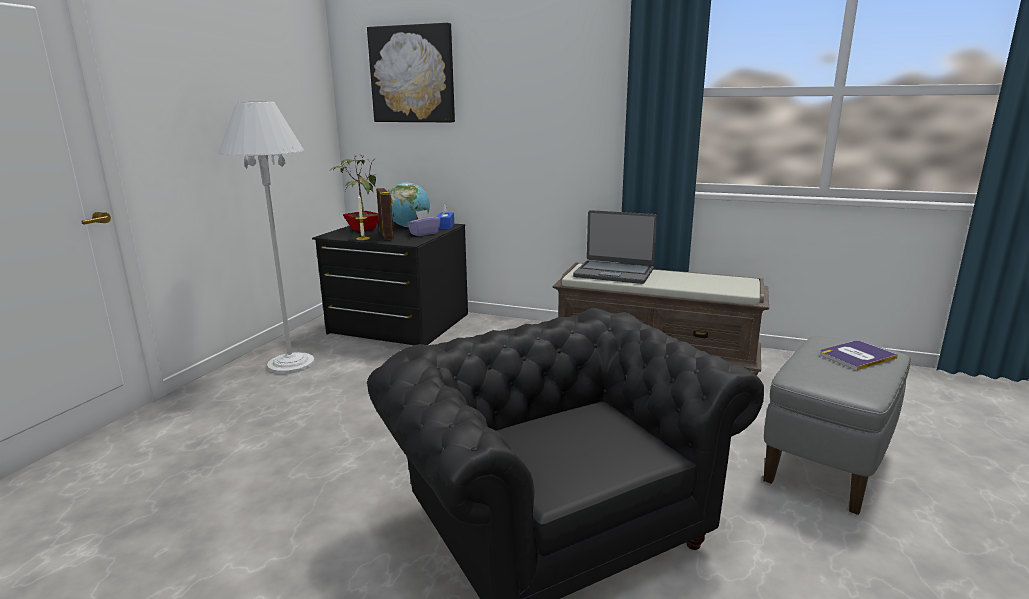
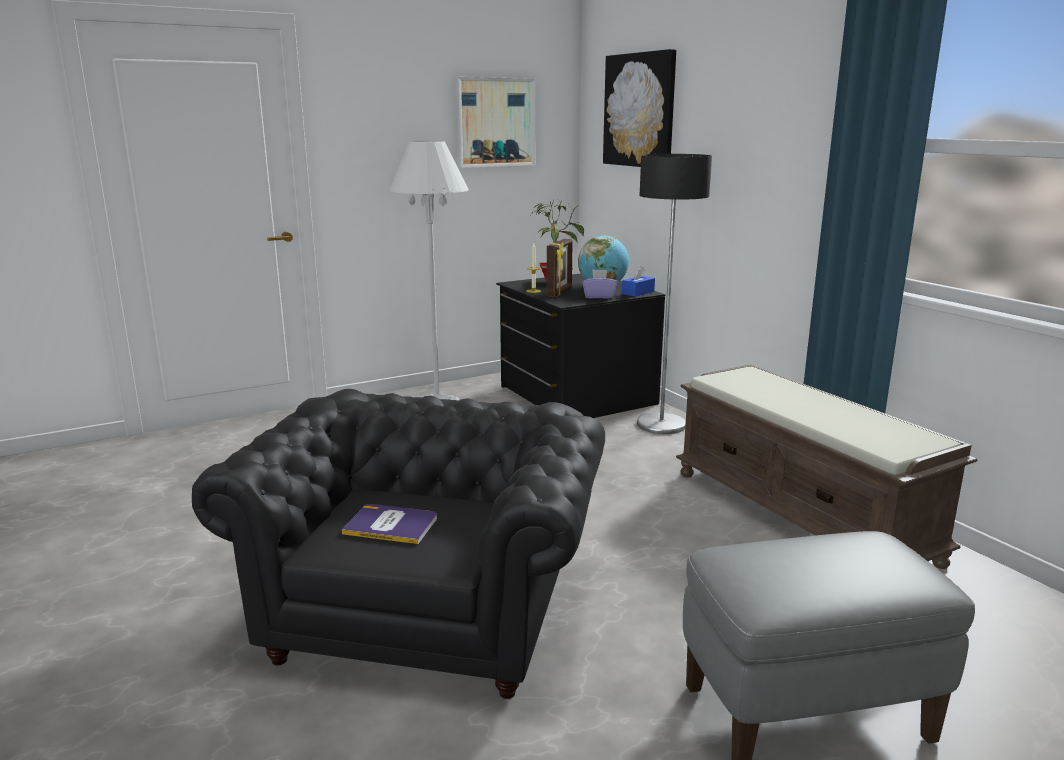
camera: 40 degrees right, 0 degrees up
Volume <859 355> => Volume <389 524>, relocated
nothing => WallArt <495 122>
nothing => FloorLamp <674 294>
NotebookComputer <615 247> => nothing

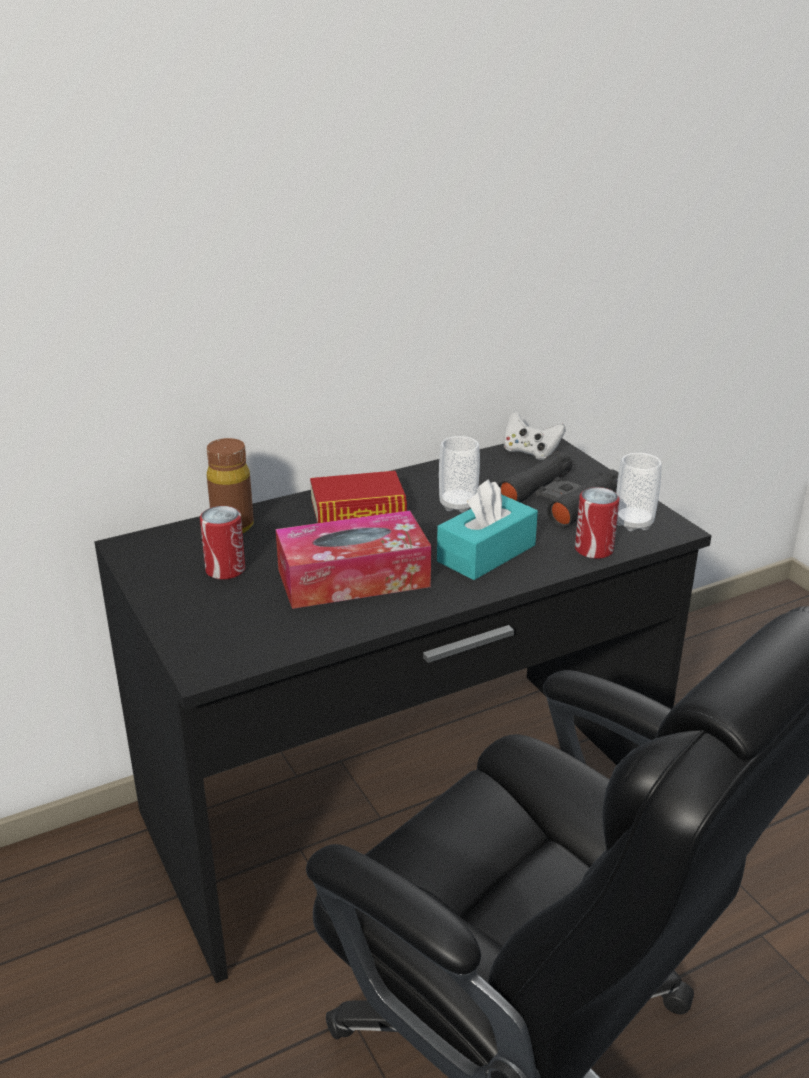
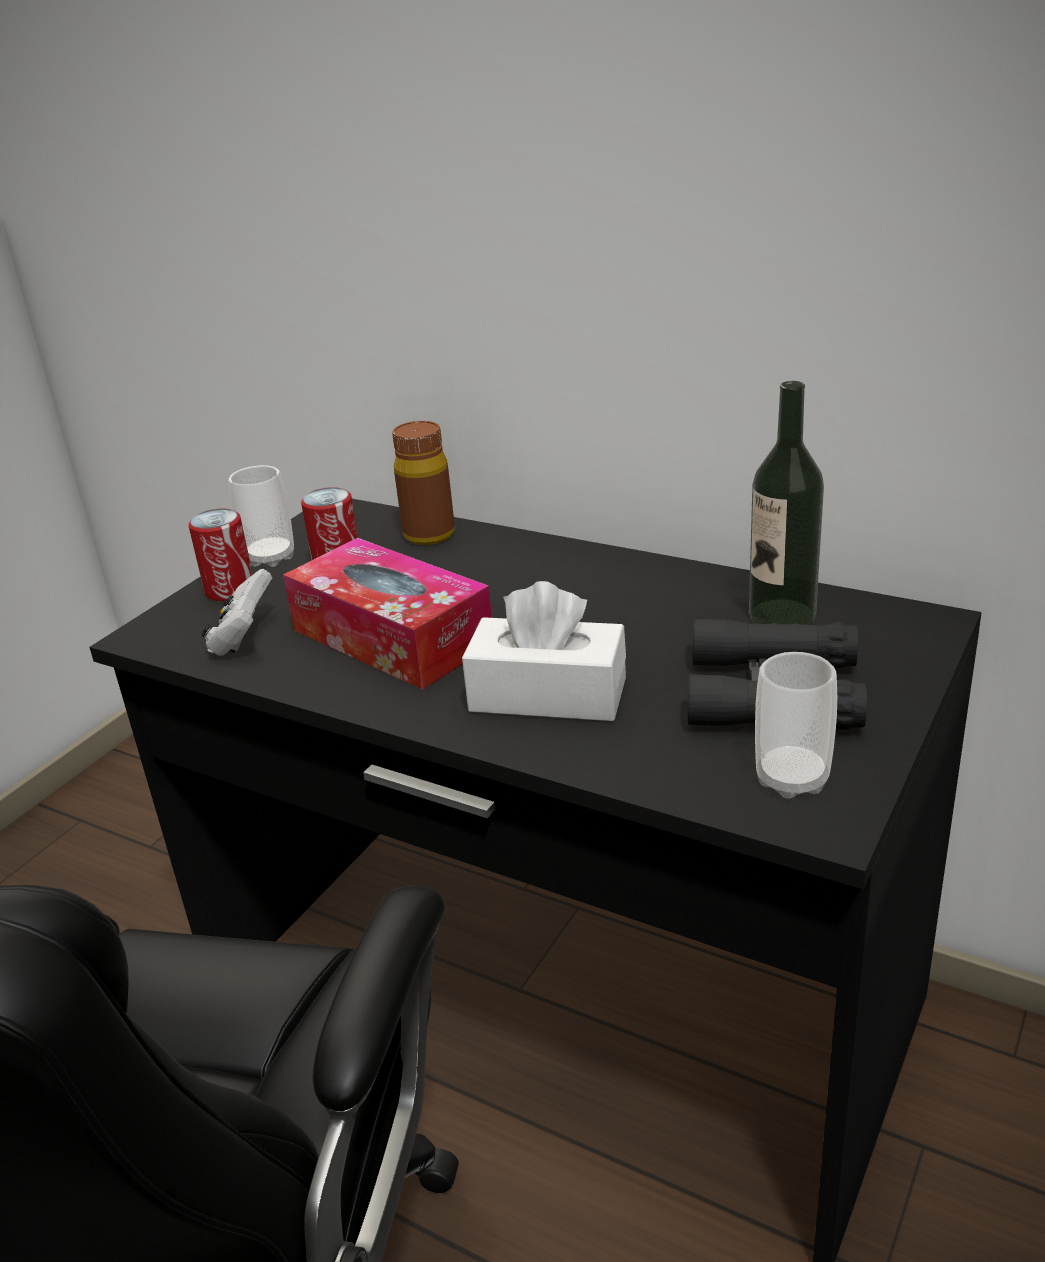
camera: 60 degrees right, 0 degrees up
SealedCan <597 523> => SealedCan <220 555>, relocated
WhiteGamepad <535 436> => WhiteGamepad <237 612>, relocated
SmallCup <459 474> => SmallCup <261 516>, relocated
BlueGreenTissueBox <487 529> => WhiteTissueBox <544 651>
nothing => Bottle <786 503>
Volume <358 497> => nothing

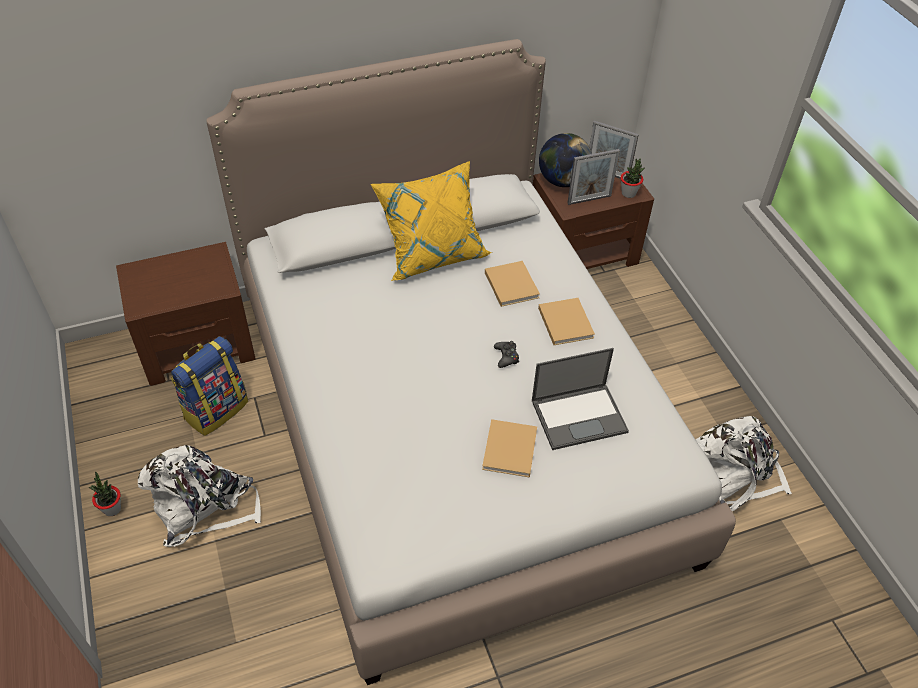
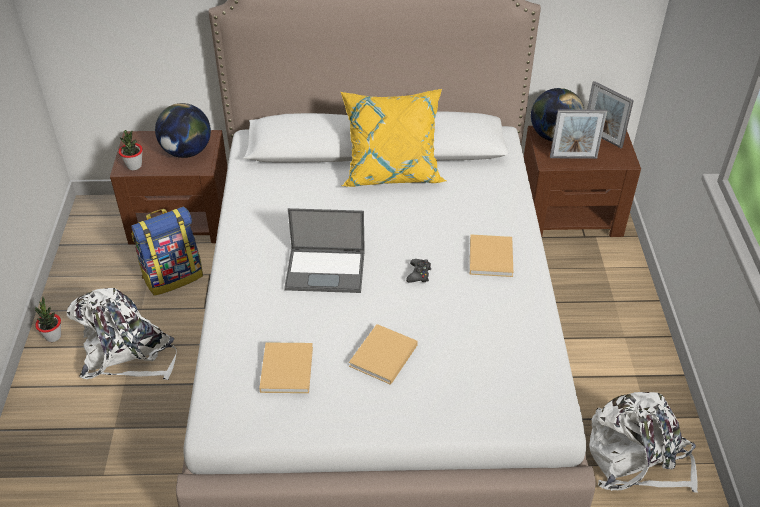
camera: 20 degrees right, 5 degrees down
PottedPlant <632 178> => PottedPlant <131 150>, relocated
nothing => DeskGlobe <183 130>
BeigeVolume <512 284> => BeigeVolume <286 368>, relocated
NotebookComputer <580 399> => NotebookComputer <324 250>, relocated

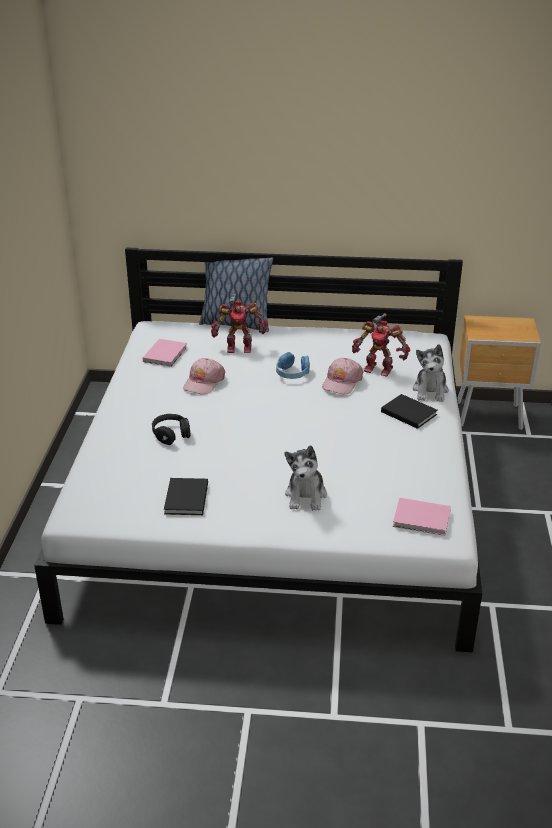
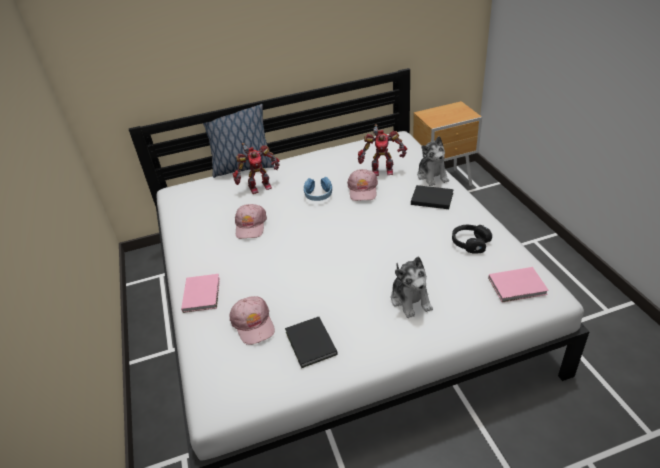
camera: 20 degrees left, 5 degrees up
PinkVolume <165 353> => PinkVolume <200 293>, relocated
nothing => PinkCap <252 320>
BlackColouredPairOfHeadphones <171 429> => BlackColouredPairOfHeadphones <472 239>, relocated

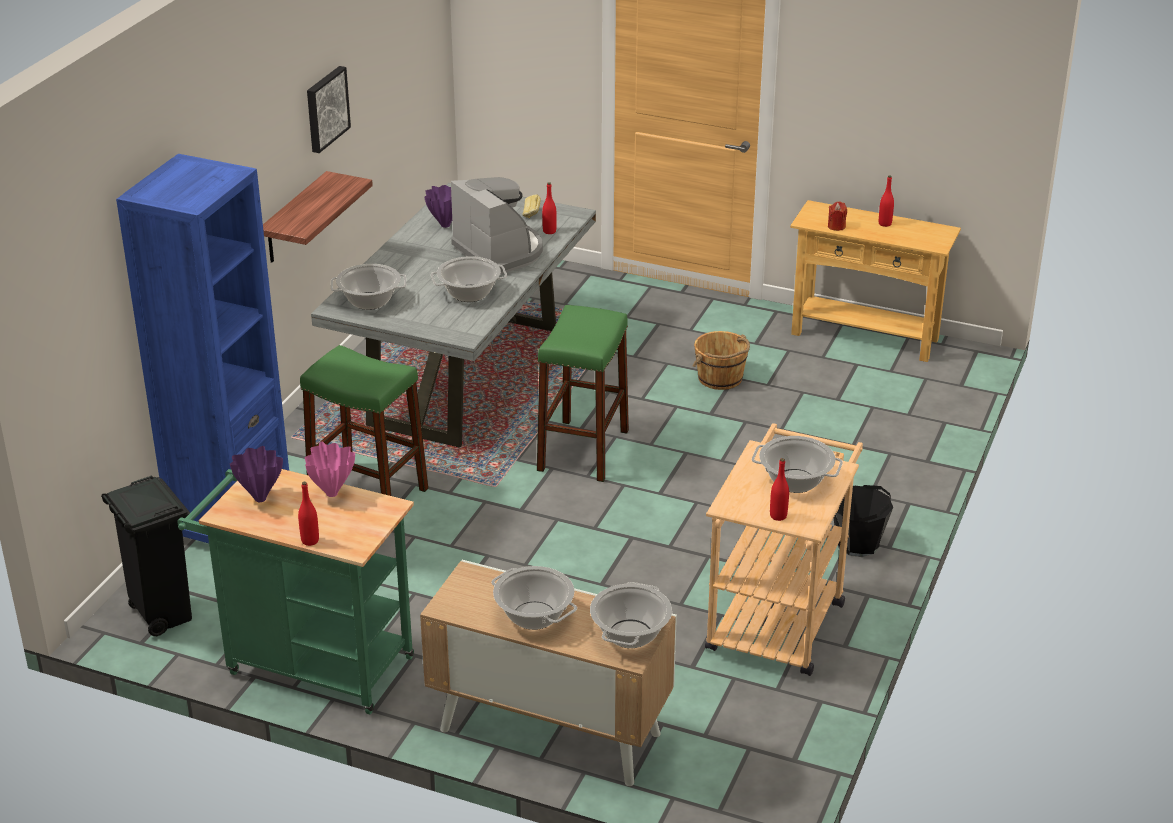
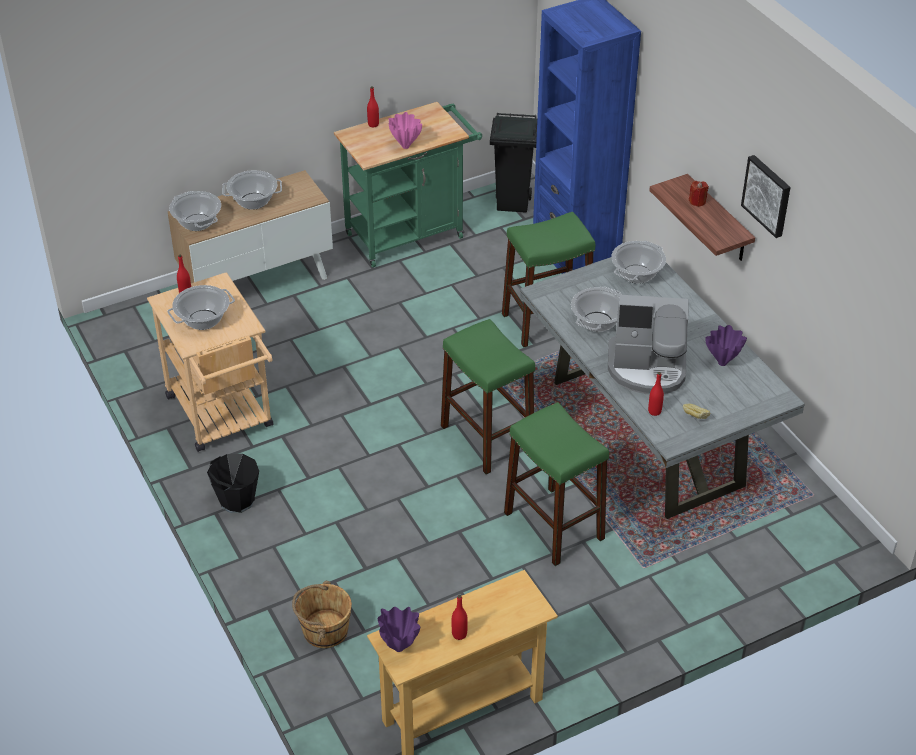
camera: 130 degrees right, 10 degrees up
BrownColouredPail <721 360> => BrownColouredPail <322 614>, relocated
PurpleColouredVase <256 474> => PurpleColouredVase <398 629>, relocated
nothing => GreenColouredSittingStool <556 484>
RedColouredCandle <837 216> => RedColouredCandle <699 194>, relocated

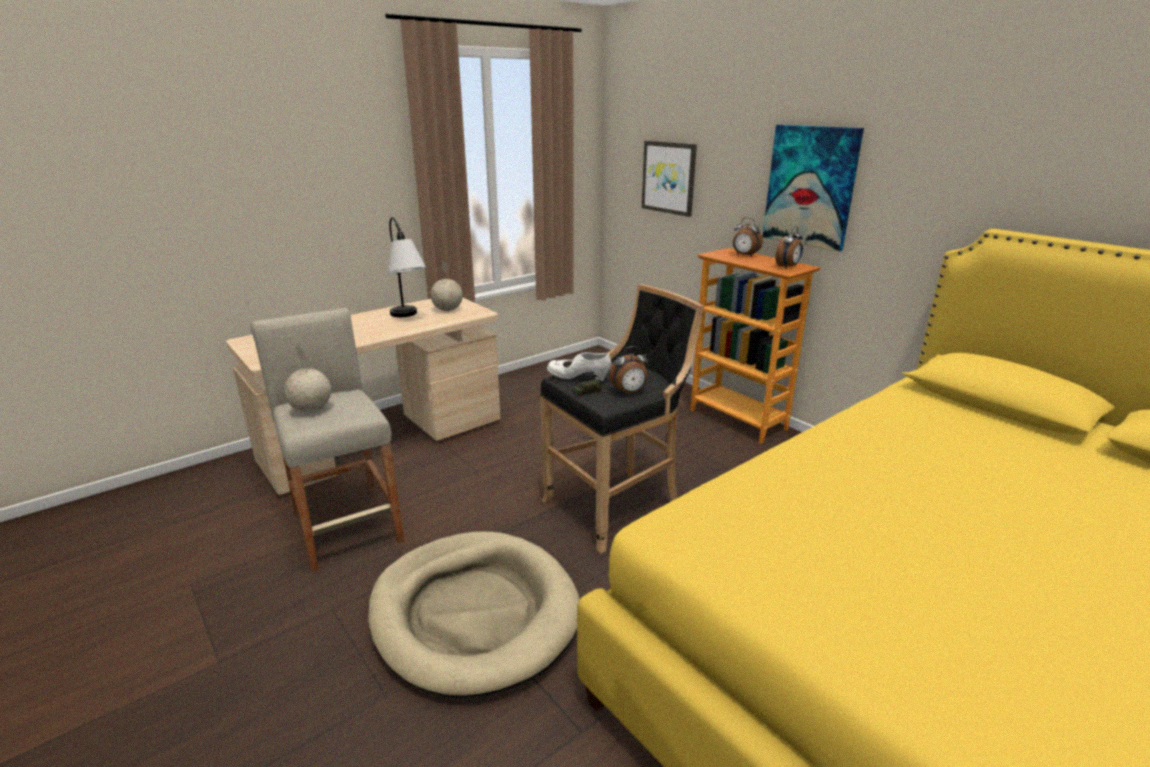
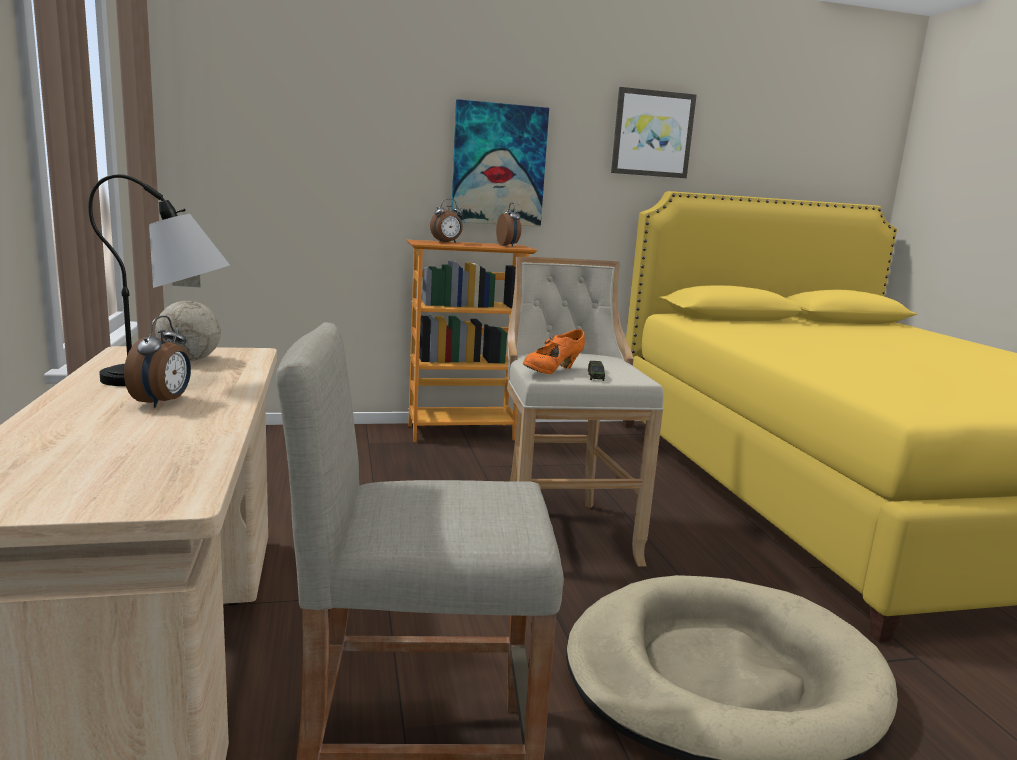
camera: 65 degrees left, 10 degrees down
TableClock <628 370> => TableClock <157 362>, relocated
BlackColouredSittingStool <622 419> => BeigeSittingStool <585 412>
WhiteShoe <579 366> => OrangeShoe <554 351>
WallArt <669 178> => WallArt <654 132>, relocated
DeskGlobe <307 378> => nothing

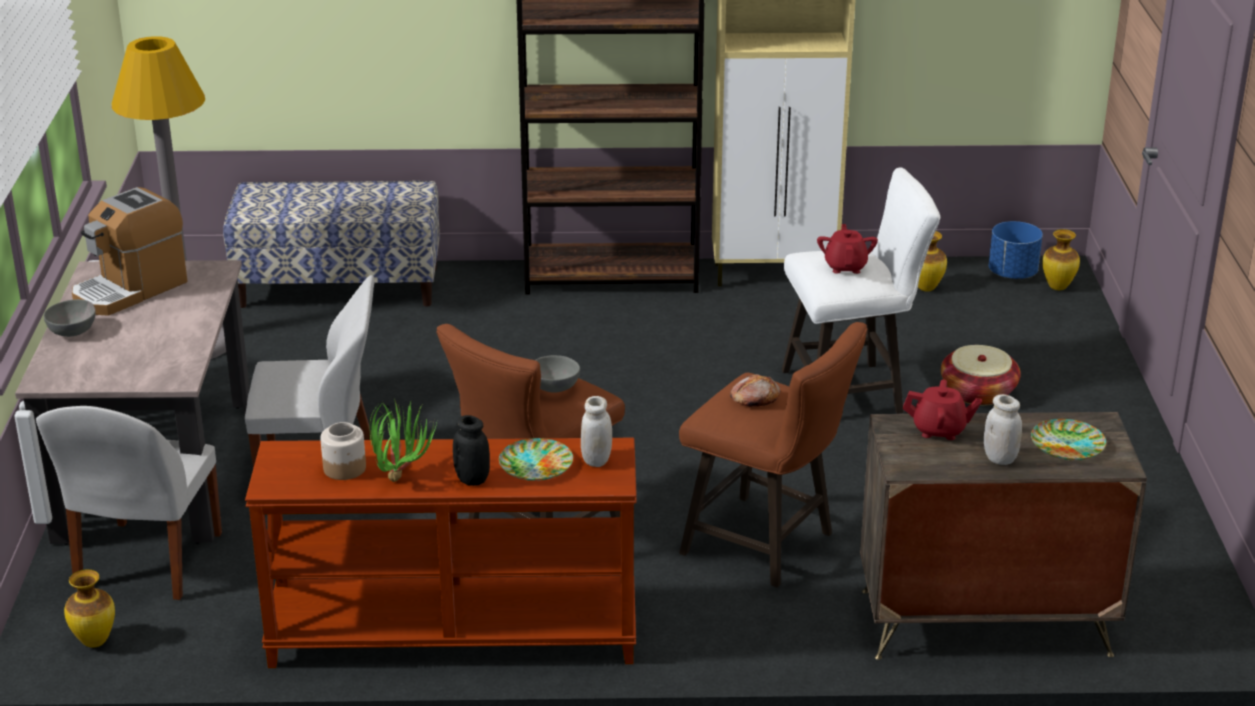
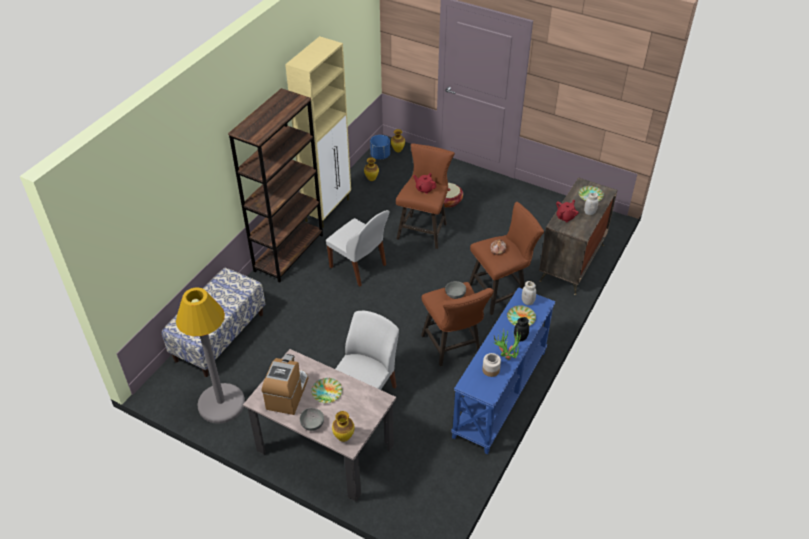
camera: 60 degrees left, 15 degrees up
CoffeeMaker <129 251> => CoffeeMaker <285 384>, 150 degrees counterclockwise
nothing => Plate <327 390>
WhiteUprightChair <129 503> => WhiteUprightChair <357 248>, relocated
Vase <89 608> => Vase <343 426>, relocated
WhiteSittingStool <861 290> => BrownColouredSittingStool <425 196>
BrownColouredConsoleTable <441 553> => BluishConsoleTable <503 370>

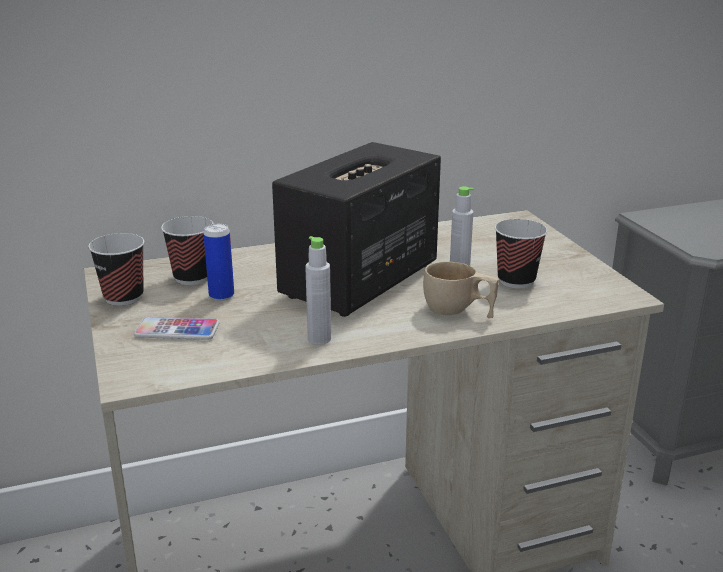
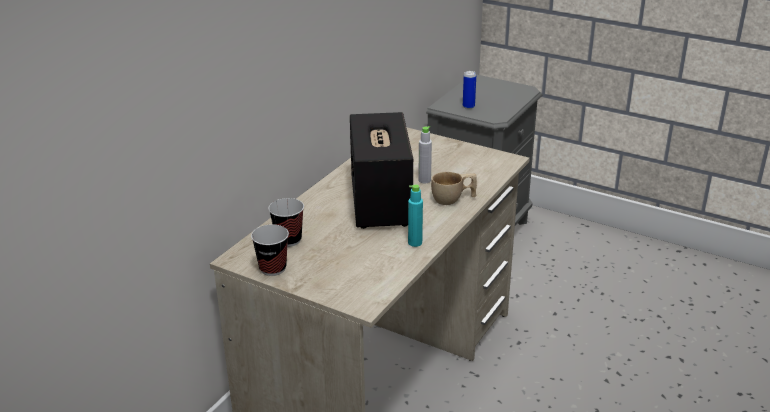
camera: 40 degrees left, 5 degrees up
GreyBottle <318 290> => BlueGreenBottle <415 215>
SealedCan <218 262> => SealedCan <469 90>, relocated
Telephone <177 328> => nothing
SmallCup <521 253> => nothing

